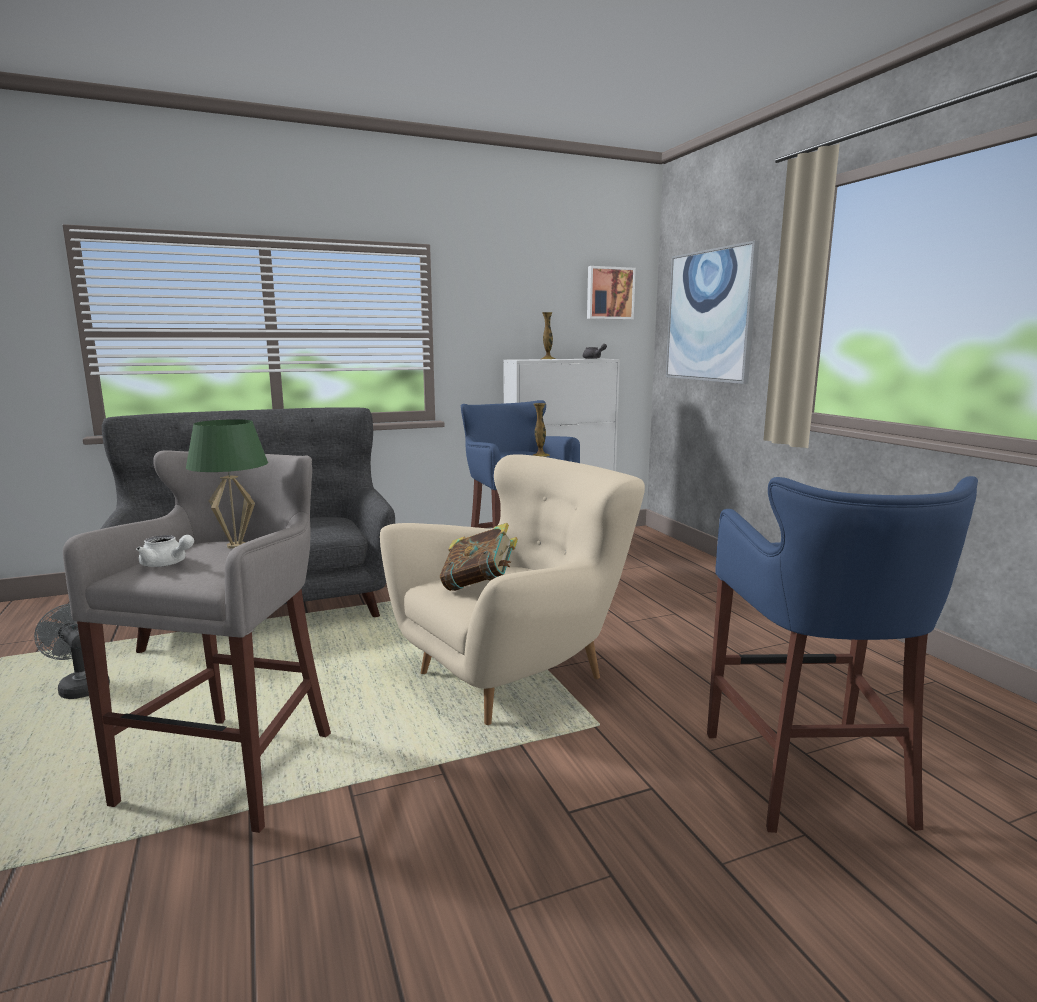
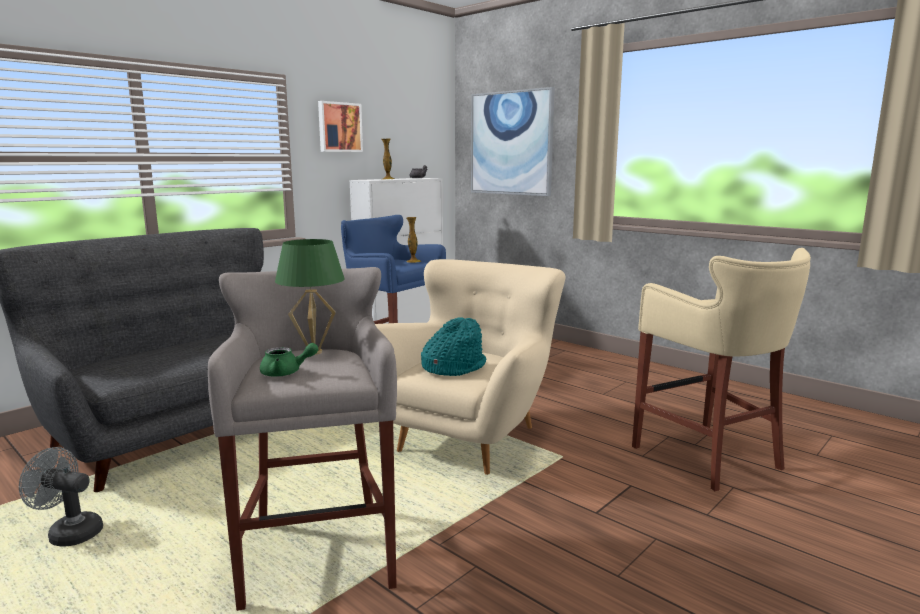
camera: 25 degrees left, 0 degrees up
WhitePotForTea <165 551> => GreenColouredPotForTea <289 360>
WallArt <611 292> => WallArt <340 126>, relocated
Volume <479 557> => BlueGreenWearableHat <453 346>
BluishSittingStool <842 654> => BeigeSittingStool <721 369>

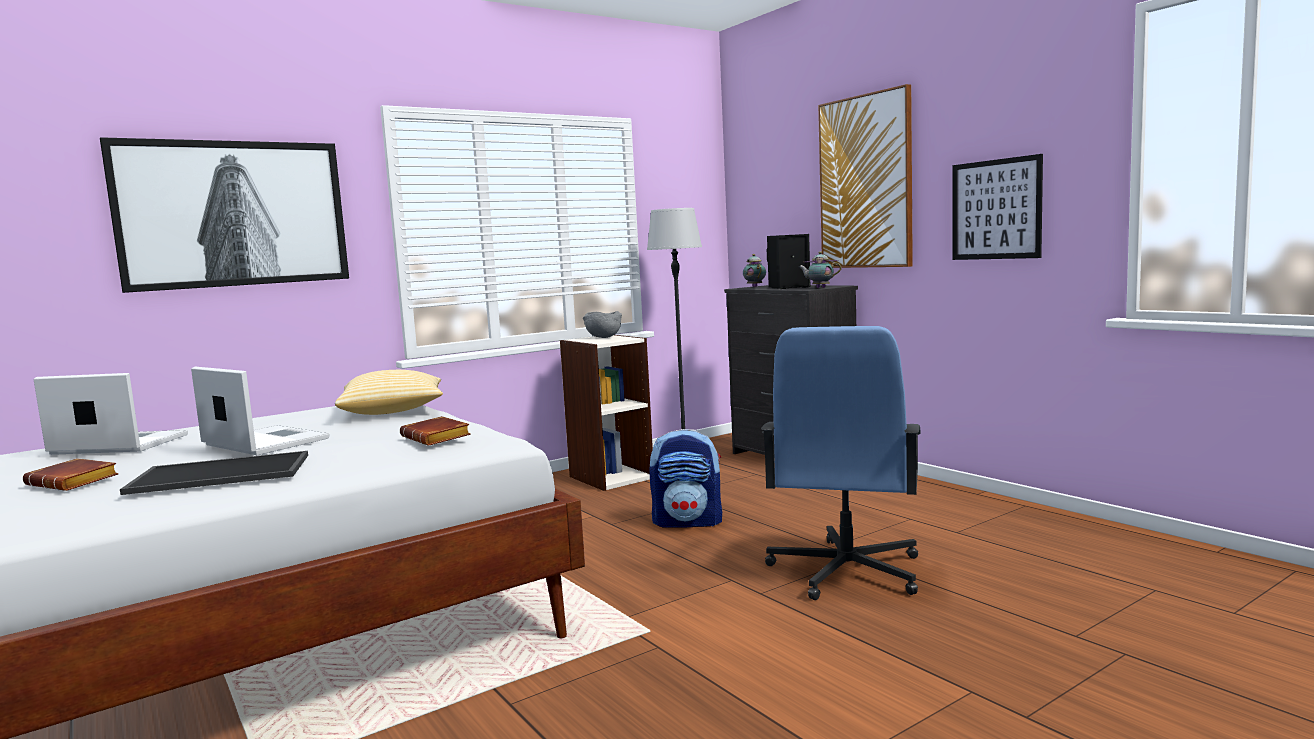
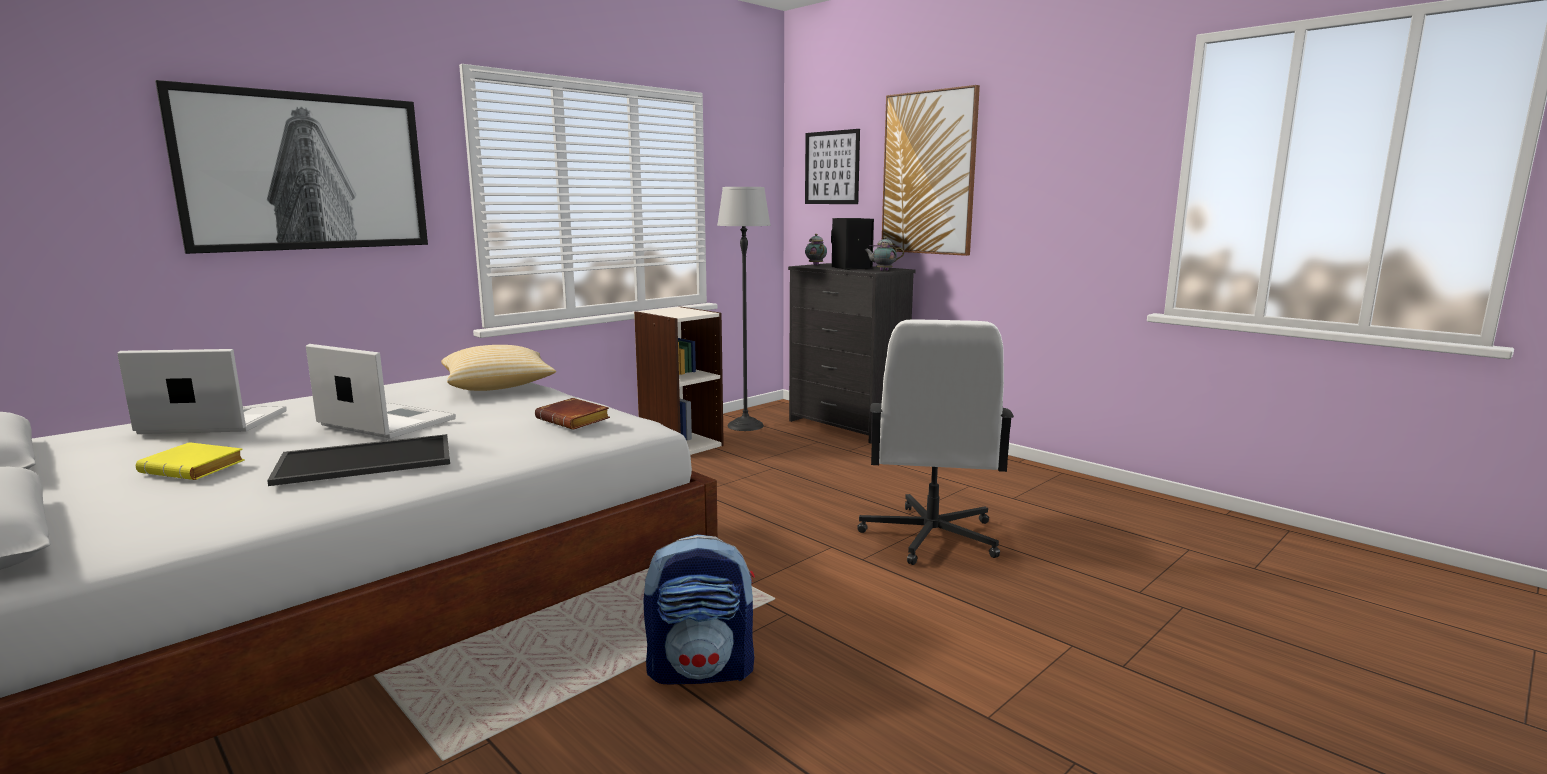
camera: 10 degrees left, 5 degrees up
BrownColouredVolume <70 474> => YellowishVolume <190 461>
Rucksack <685 478> => Rucksack <699 609>, relocated
WallArt <997 207> => WallArt <832 166>, relocated
BluishDeskChair <841 463> => WhiteDeskChair <935 442>
GreyServingBowl <602 324> => nothing

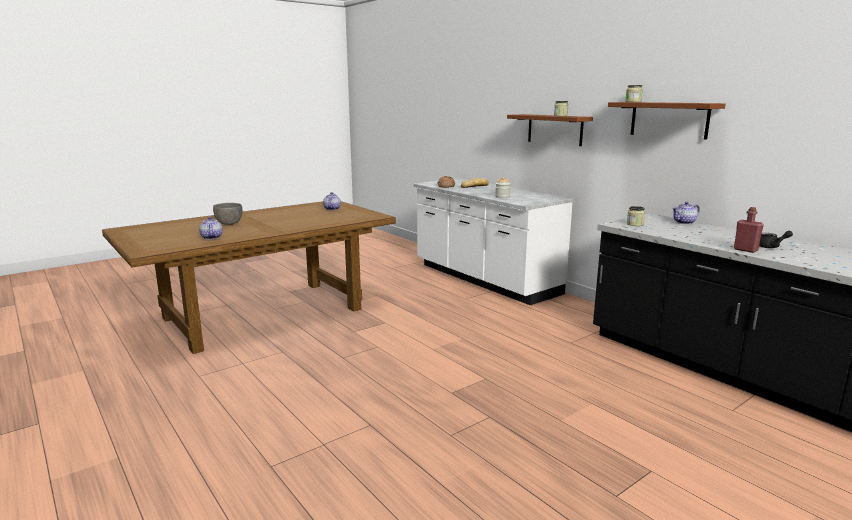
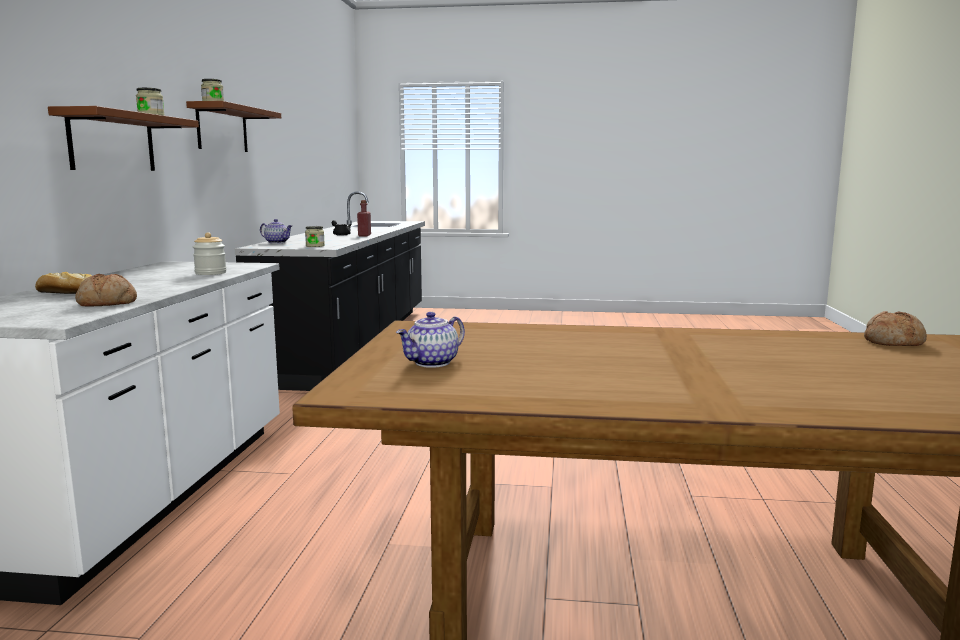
camera: 135 degrees left, 5 degrees down
nothing => BakeryBread <895 328>
PotForTea <211 228> => nothing
GreyServingBowl <227 214> => nothing

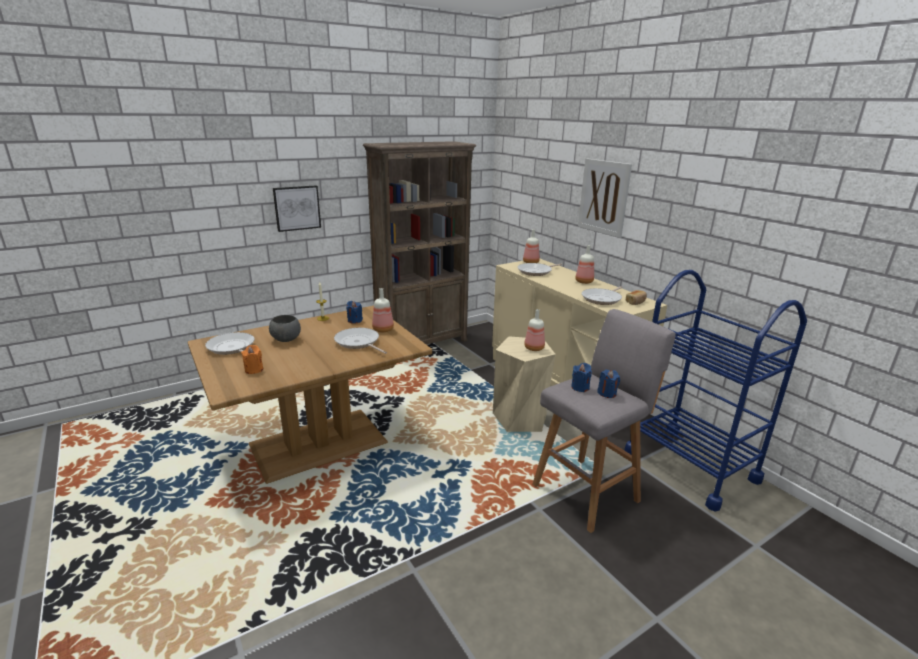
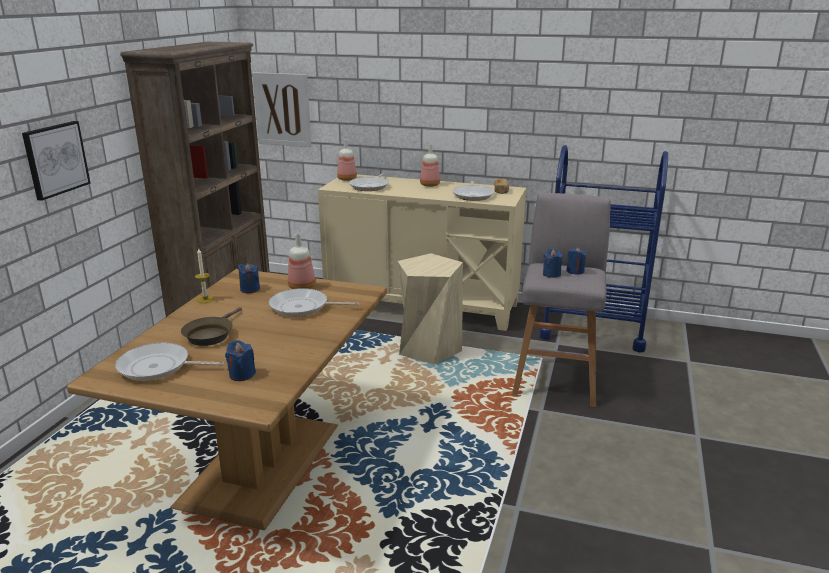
camera: 40 degrees left, 0 degrees up
GreyServingBowl <285 328> => BrownColouredFryingPan <211 326>
OrangeCandle <252 359> => BluishCandle <240 360>
WallArt <605 198> => WallArt <282 109>, relocated
Bottle <534 330> => nothing

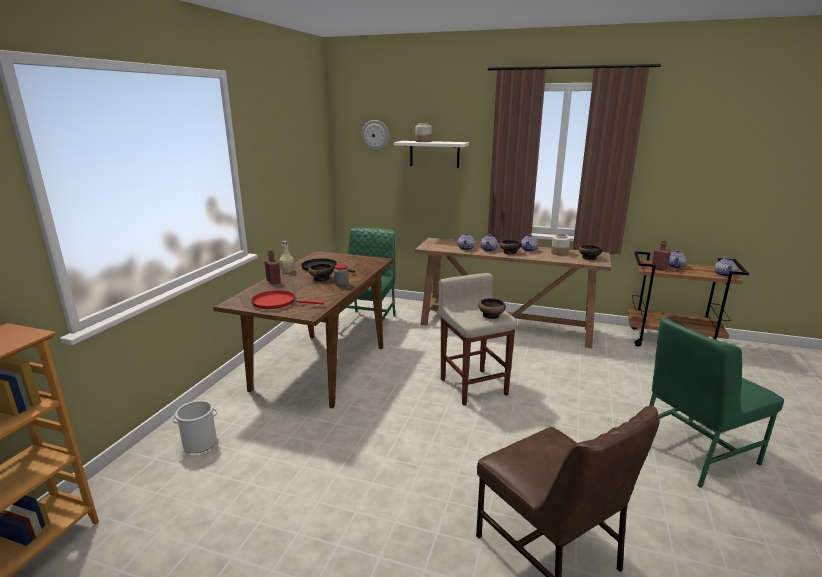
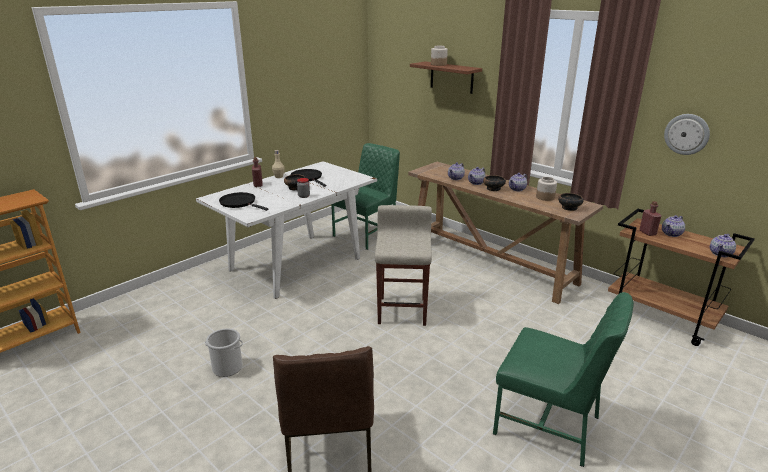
camera: 25 degrees right, 5 degrees up
BrownColouredDinnerTable <303 329> => WhiteDinnerTable <286 230>
Pail <195 426> => Pail <224 352>, relocated
RedColouredFryingPan <287 299> => BlackColouredFryingPan <244 201>
WhiteShelf <431 154> => BrownColouredShelf <446 78>
GreenColouredUprightChair <716 402> => GreenColouredUprightChair <563 379>, 150 degrees counterclockwise
ClockOnTheWall <375 135> => ClockOnTheWall <687 134>, relocated
ServingBowl <492 308> => nothing

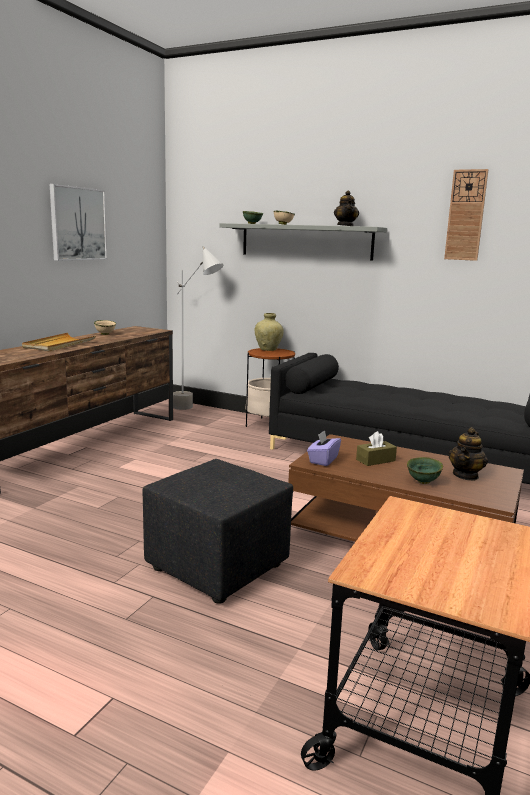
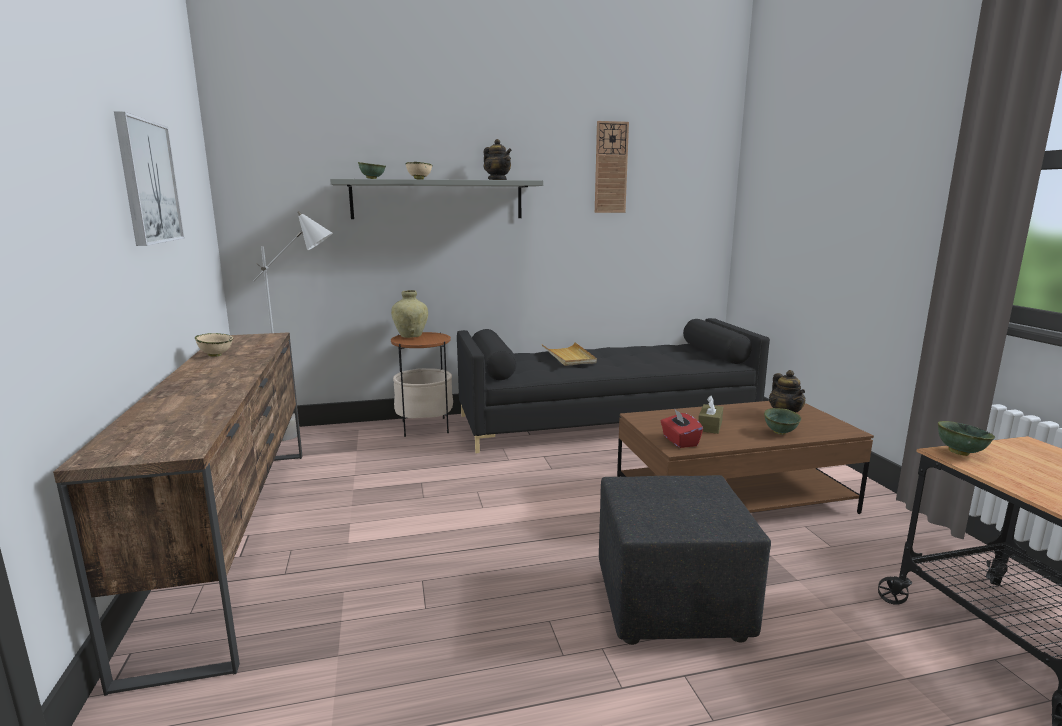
camera: 40 degrees left, 0 degrees up
BeigeServingTray <59 342> => BeigeServingTray <569 354>, relocated
PurpleColouredTissueBox <324 448> => RedColouredTissueBox <682 428>
nothing => GreenColouredServingBowl <966 438>

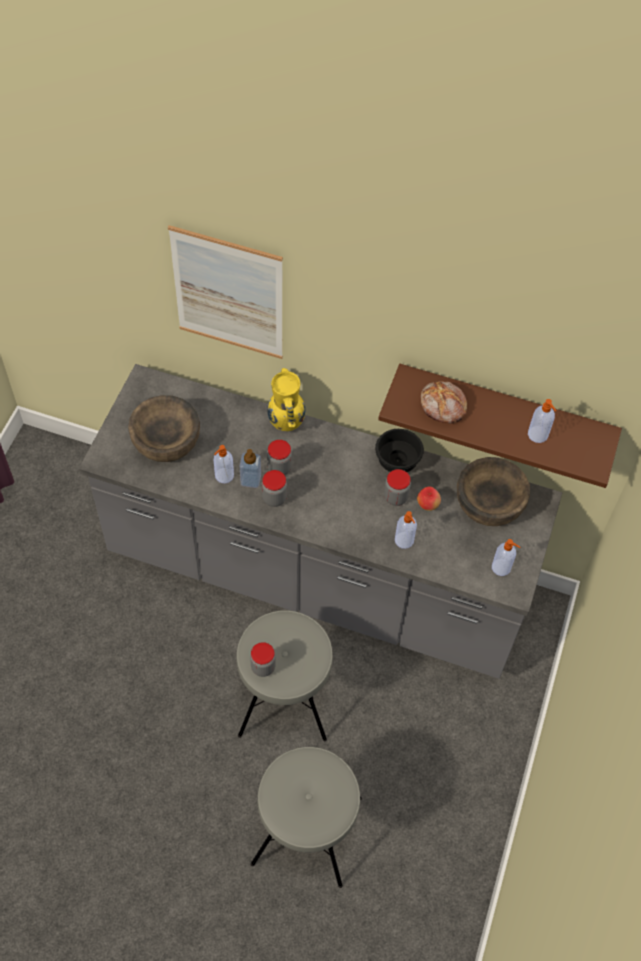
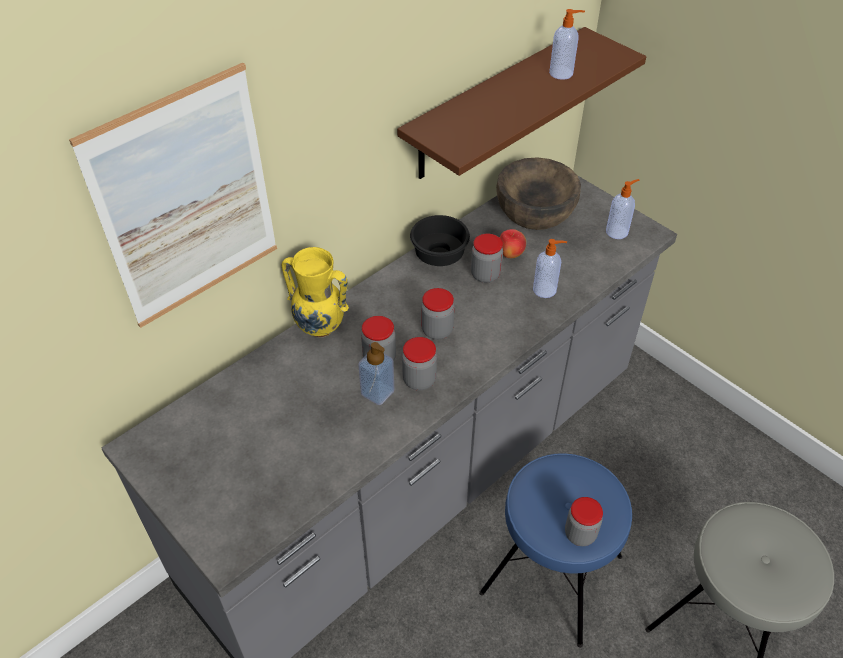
camera: 60 degrees left, 10 degrees down
nothing => PreserveJar <437 314>
GreySittingStool <285 675> => BluishSittingStool <555 550>
BrownColouredServingBowl <164 428> => nothing
LiquidSoapBottle <224 464> => nothing
BakeryBread <444 402> => nothing

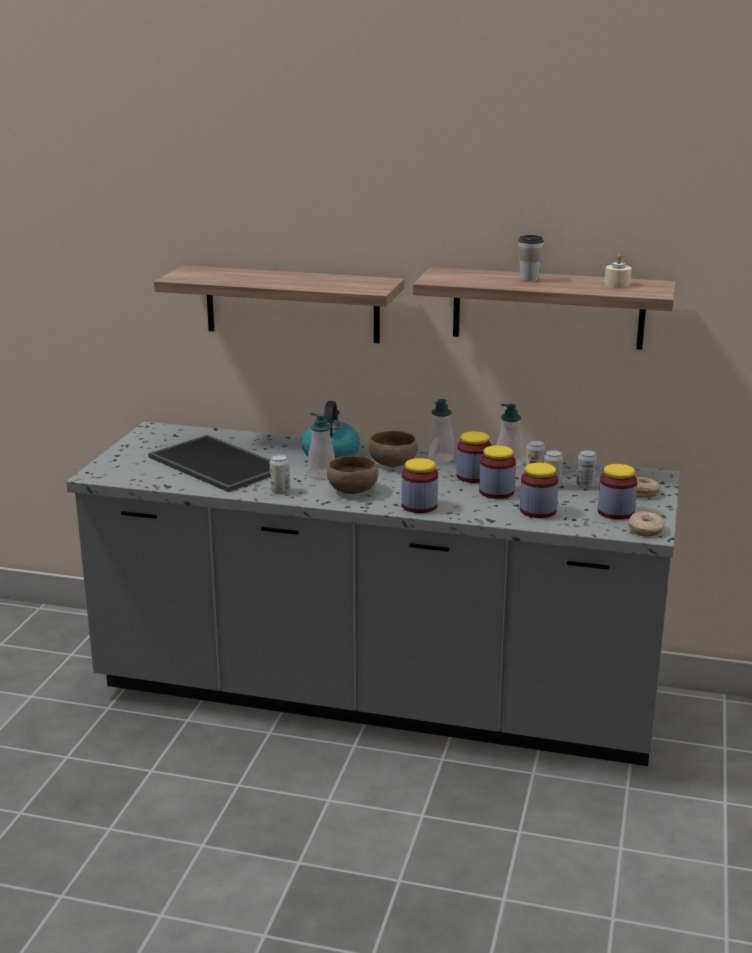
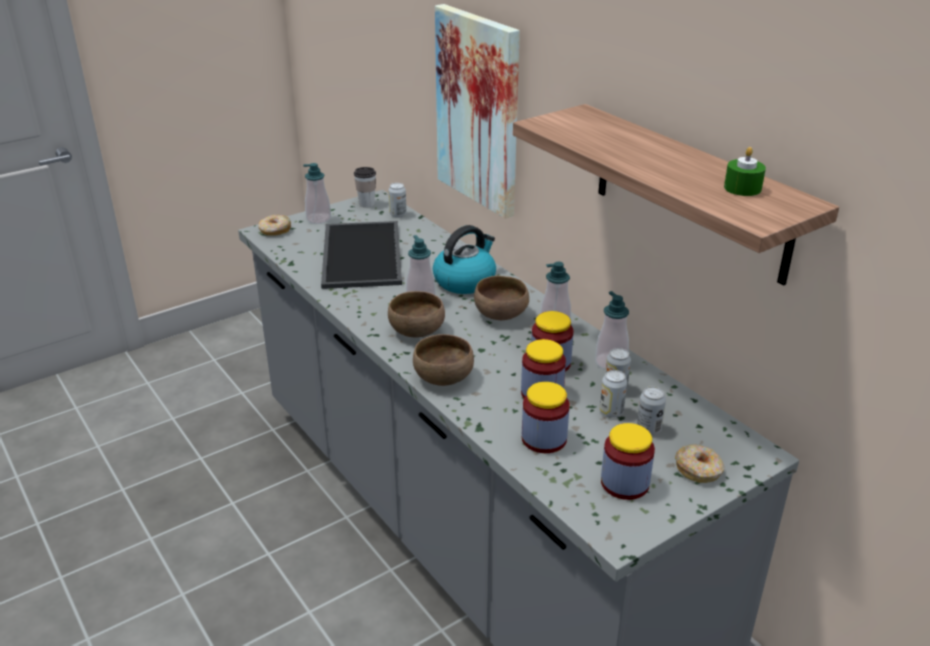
camera: 40 degrees right, 10 degrees up
Donut <647 523> => Donut <274 225>, relocated
nothing => LiquidSoapBottle <317 193>
SmallCup <531 258> => SmallCup <365 187>, relocated
SealedCan <280 474> => SealedCan <397 200>, relocated
PreserveJar <420 485> => BrownColouredServingBowl <443 360>
Shelf <279 304> => WallArt <477 111>
BeigeCandle <618 270> => GreenColouredCandle <745 171>

